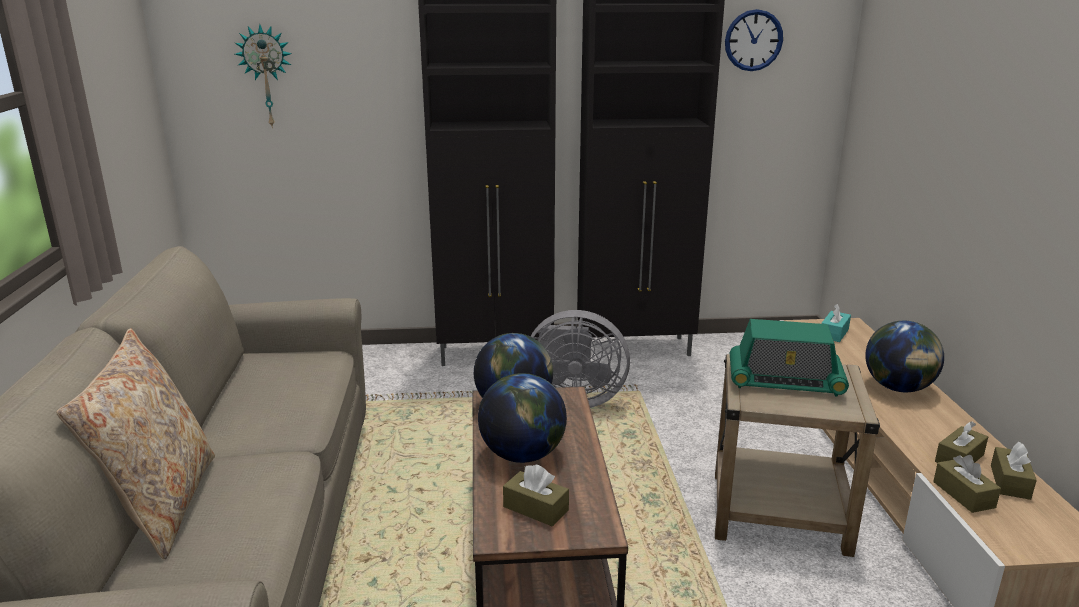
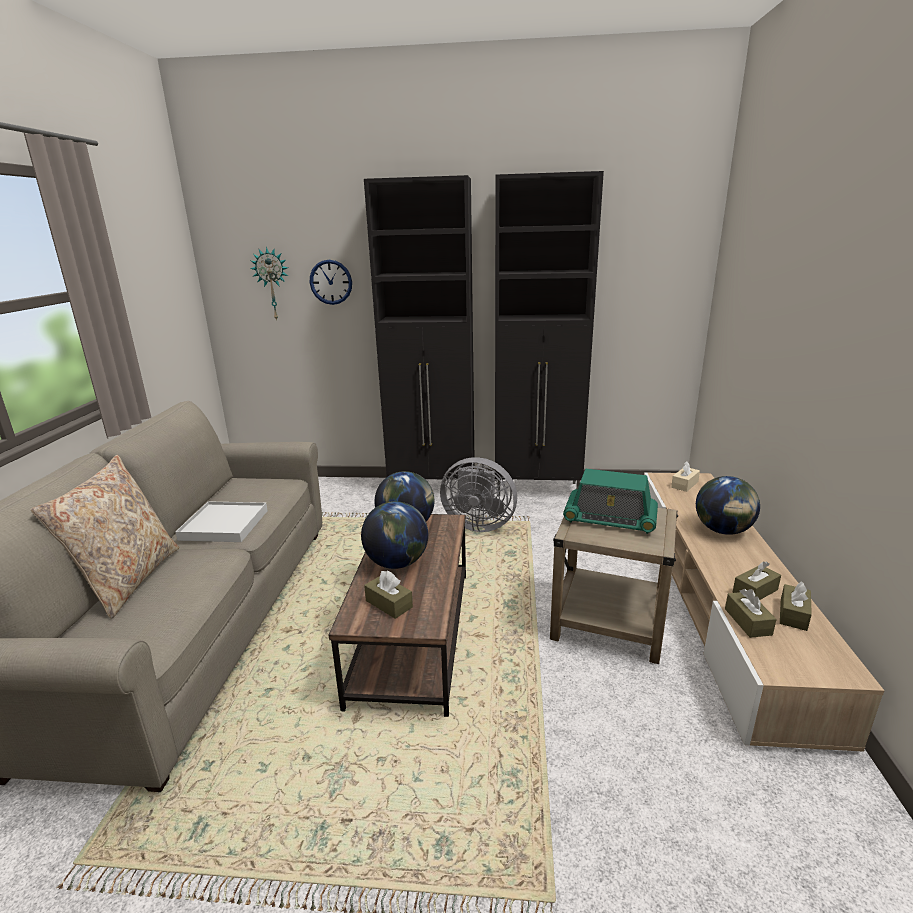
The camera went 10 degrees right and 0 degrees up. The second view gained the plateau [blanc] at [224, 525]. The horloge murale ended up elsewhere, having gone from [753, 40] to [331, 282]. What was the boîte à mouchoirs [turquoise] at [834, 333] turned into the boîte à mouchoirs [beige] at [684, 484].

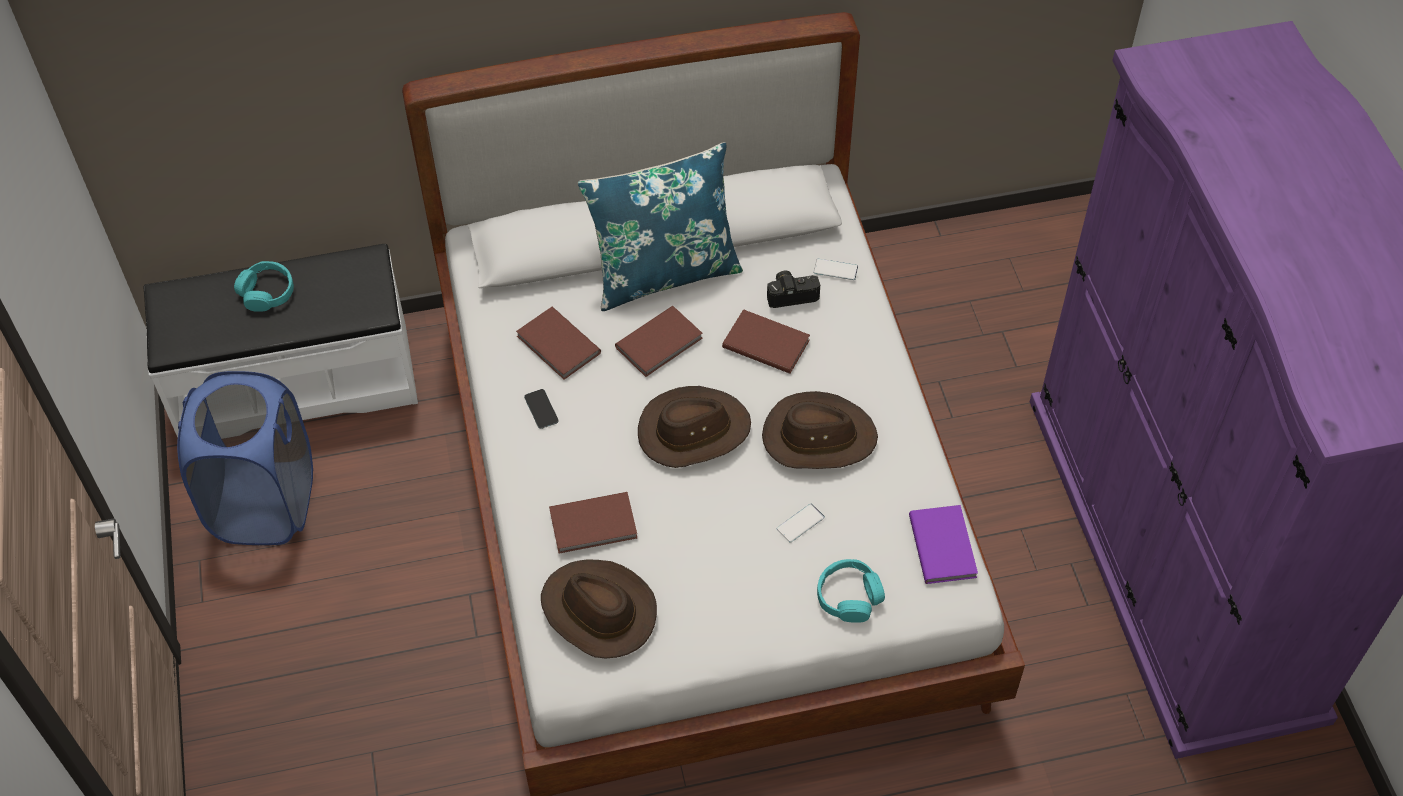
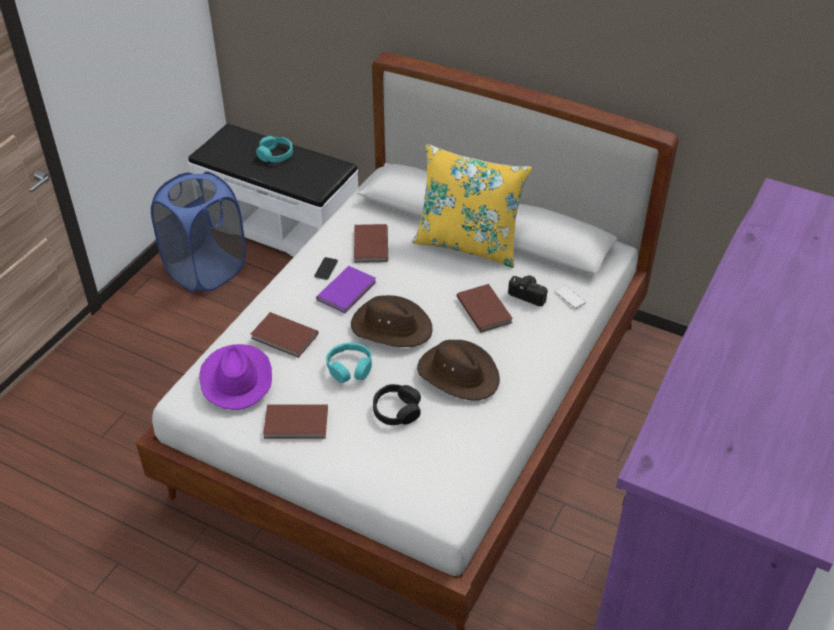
The camera went 40 degrees right and 10 degrees down. The livre [marron] ended up elsewhere, having gone from [661, 343] to [297, 424]. The casque audio [turquoise] ended up elsewhere, having gone from [849, 596] to [349, 368]. The livre [violet] ended up elsewhere, having gone from [944, 545] to [348, 291]. Where the téléphone stood at [800, 523], the casque audio [noir] came to stand at [396, 410]. What was the chapeau [marron] at [598, 611] turned into the chapeau [violet] at [236, 378]. What was the coussin [bleu] at [664, 272] turned into the coussin [jaune] at [468, 244].

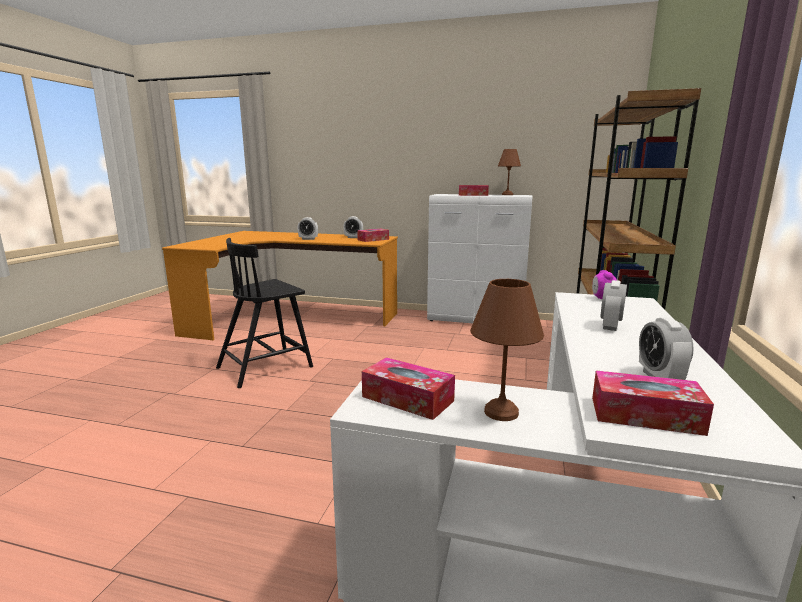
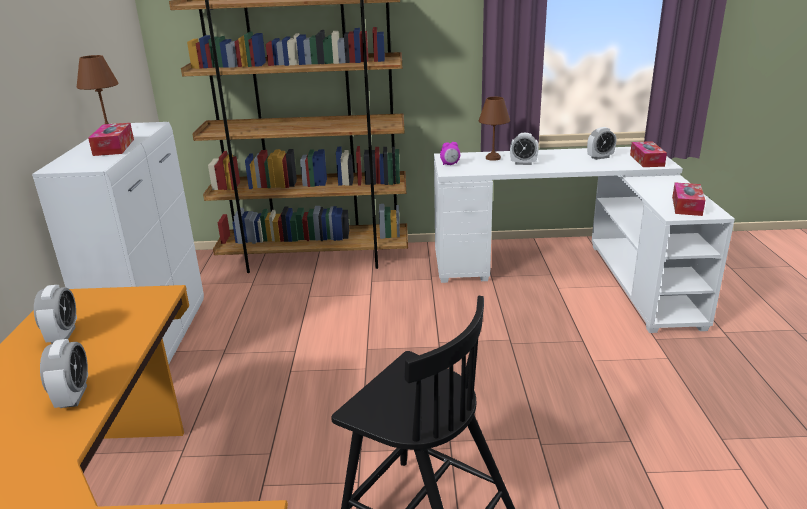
The camera went 105 degrees left and 10 degrees up. The second view lost the boîte à mouchoirs at [373, 239]. The lampe de table [marron] ended up elsewhere, having gone from [502, 411] to [492, 158].

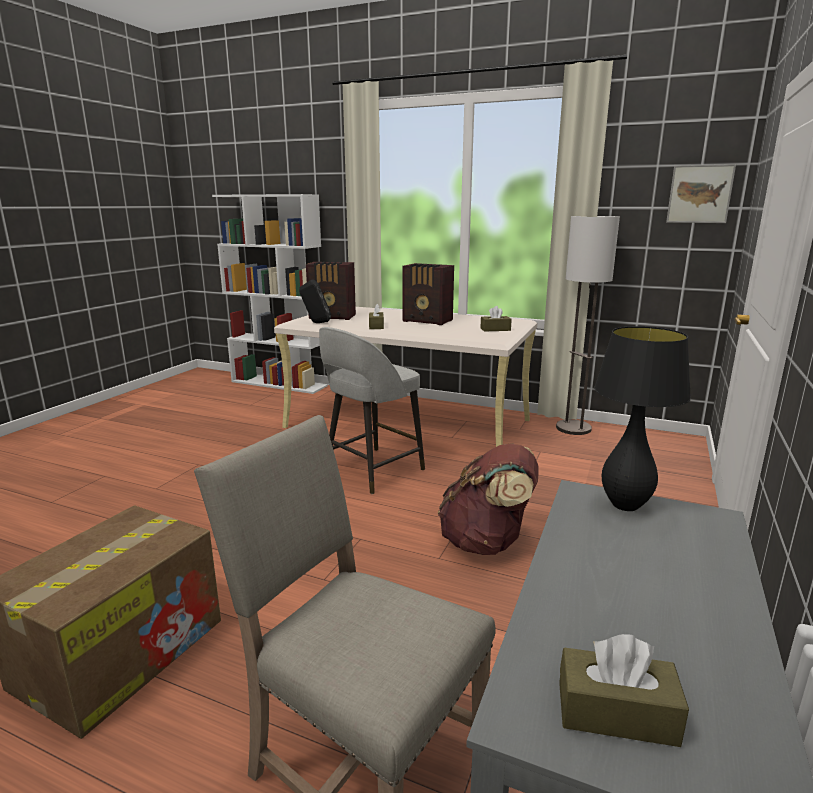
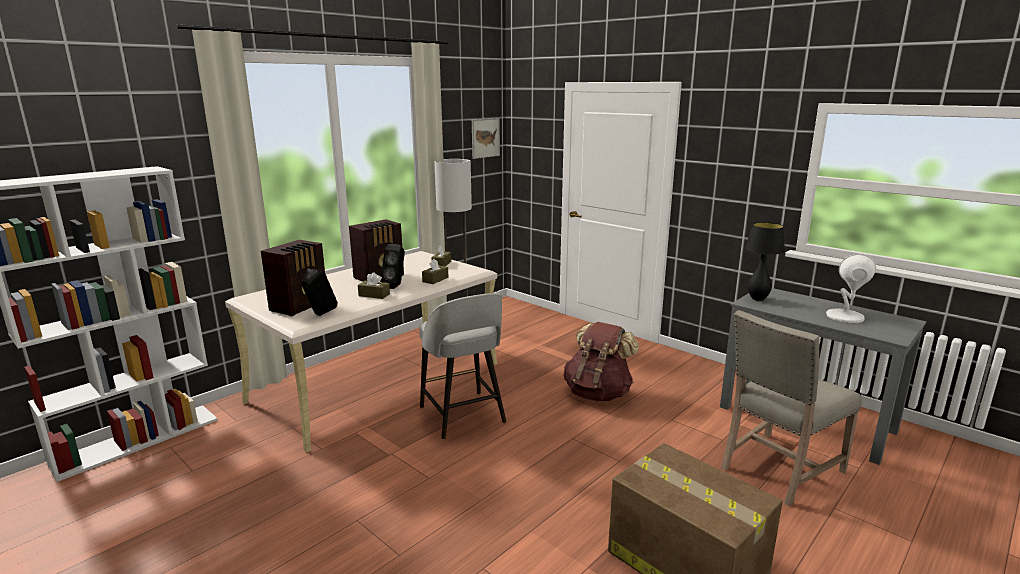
The camera went 70 degrees left and 0 degrees up. The second view gained the enceinte [noir] at [396, 286]. The second view gained the lampe de table [blanc] at [844, 316]. The boîte à mouchoirs [marron] ended up elsewhere, having gone from [616, 713] to [435, 279].

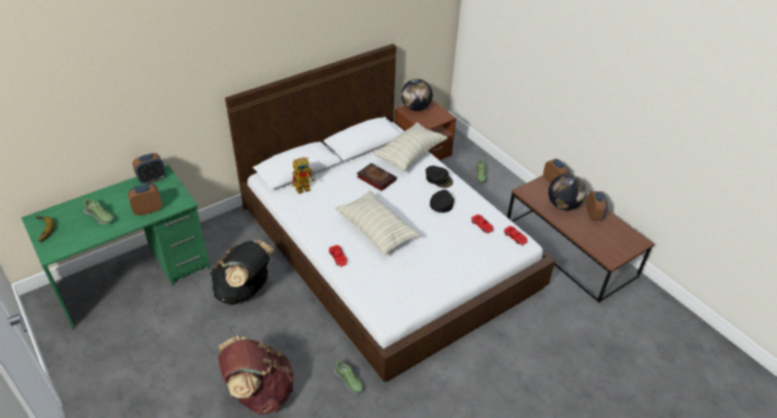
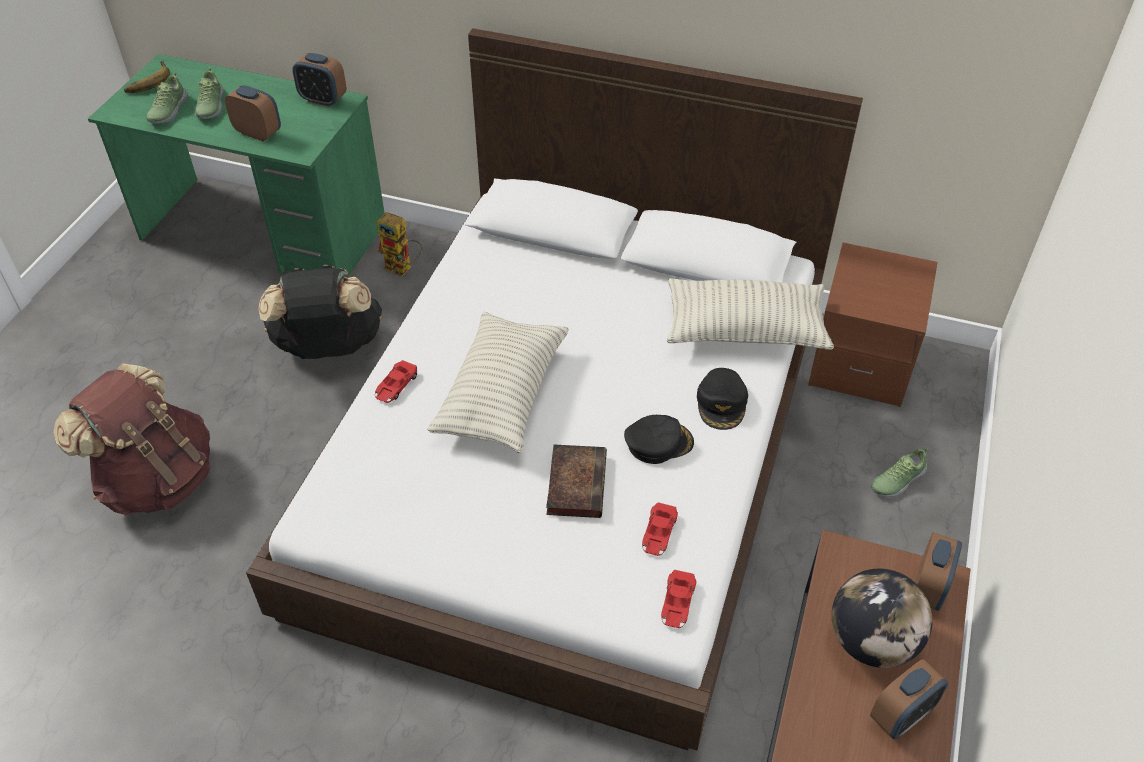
The camera went 55 degrees right and 5 degrees up. The second view lost the globe at [416, 108]. The robot jouet ended up elsewhere, having gone from [305, 187] to [403, 268]. The chaussure ended up elsewhere, having gone from [349, 381] to [167, 110]. The livre ended up elsewhere, having gone from [375, 178] to [576, 482].

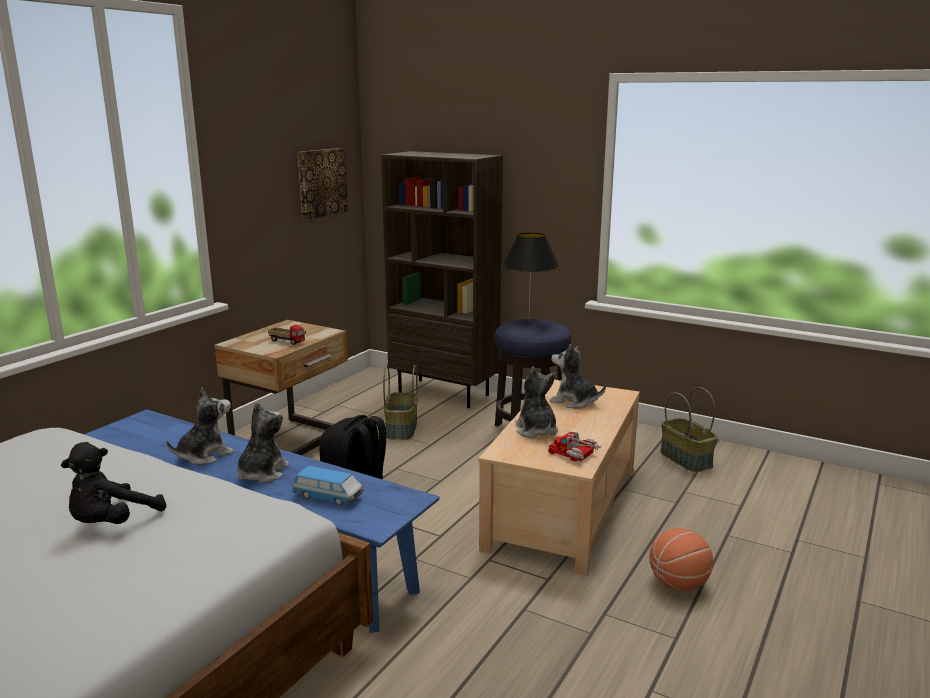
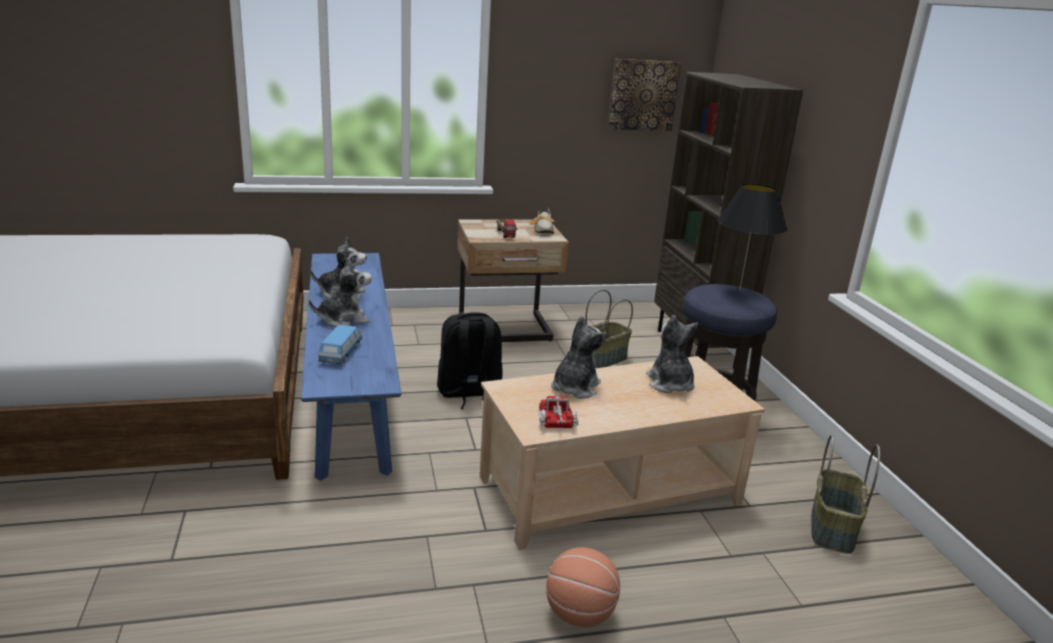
The camera went 45 degrees right and 5 degrees up. The second view lost the peluche [noir] at [112, 523]. The second view gained the chaussure at [544, 230]. The petite voiture at [328, 497] ended up facing another way, 150 degrees counterclockwise from before.

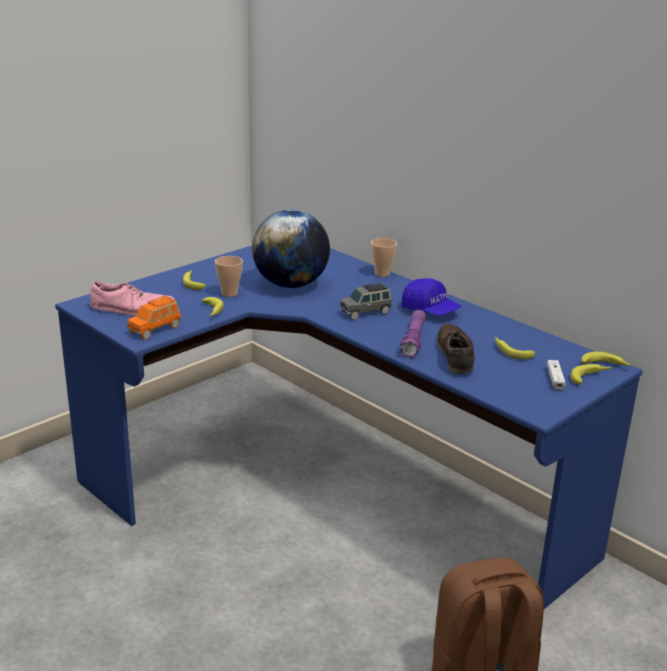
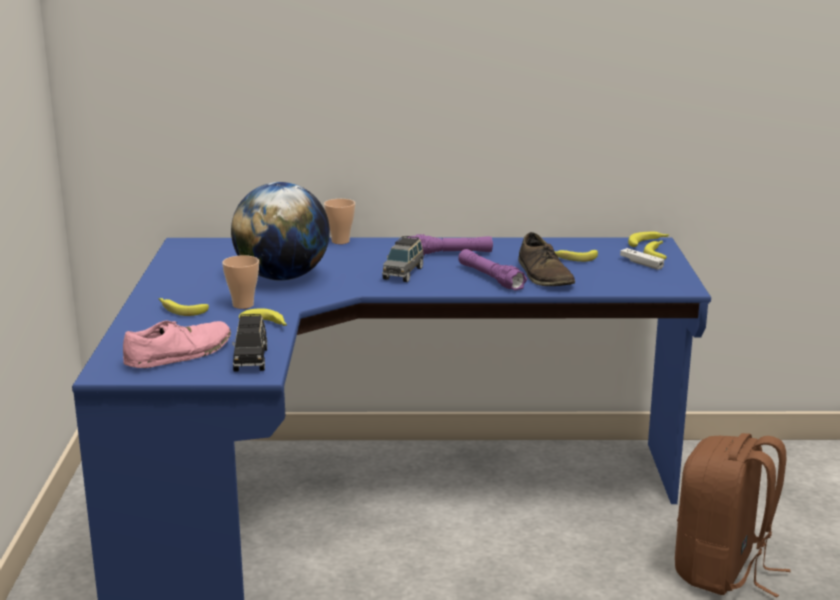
The camera went 45 degrees left and 5 degrees down. Where the casquette [bleu] stood at [430, 311], the lampe de poche [violet] came to stand at [449, 254]. What was the petite voiture [orange] at [155, 329] turned into the petite voiture [noir] at [251, 359]. The chaussure [marron] at [455, 355] ended up facing another way, 150 degrees counterclockwise from before.

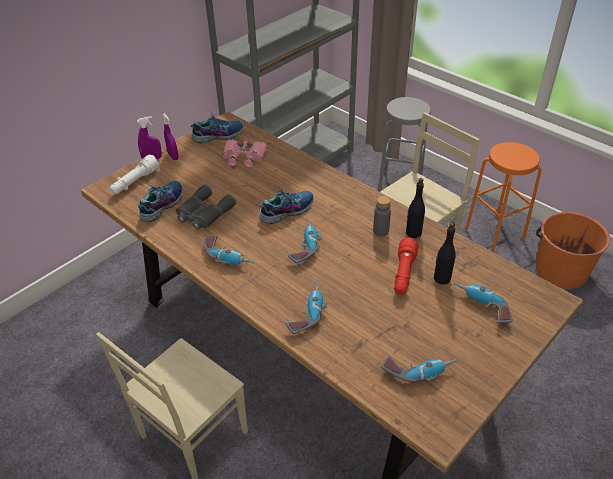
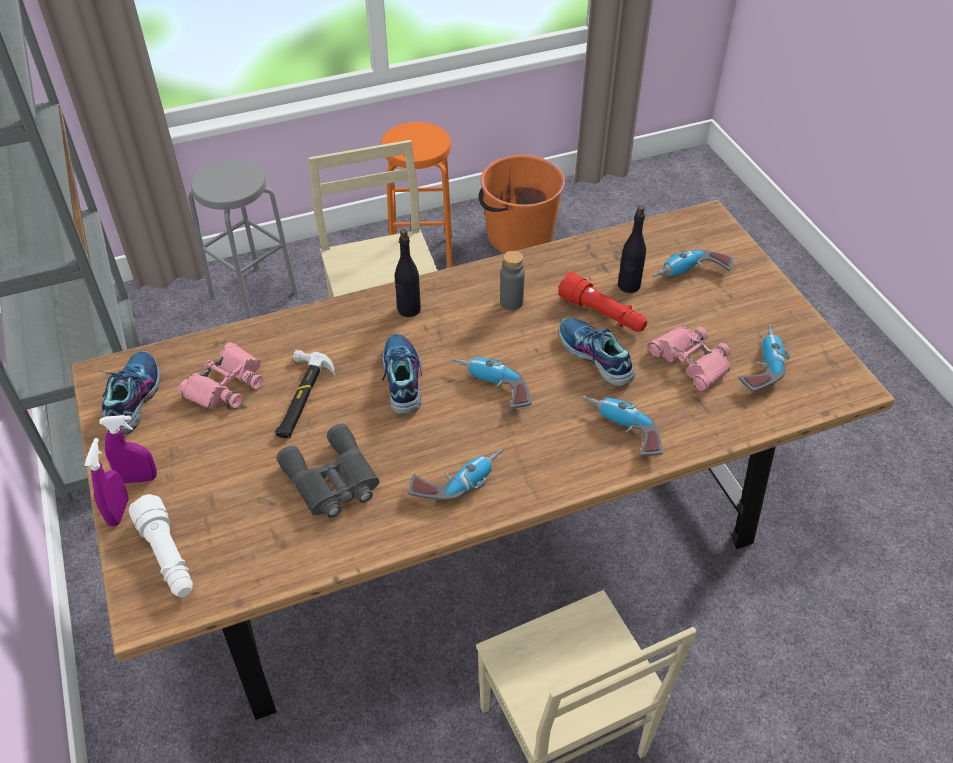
The camera went 65 degrees left and 5 degrees up. The second view gained the marteau at [300, 397]. The second view gained the jumelles [rose] at [691, 361]. The chaussure ended up elsewhere, having gone from [162, 205] to [594, 357]. The bouteille [noir] ended up elsewhere, having gone from [413, 233] to [408, 309].

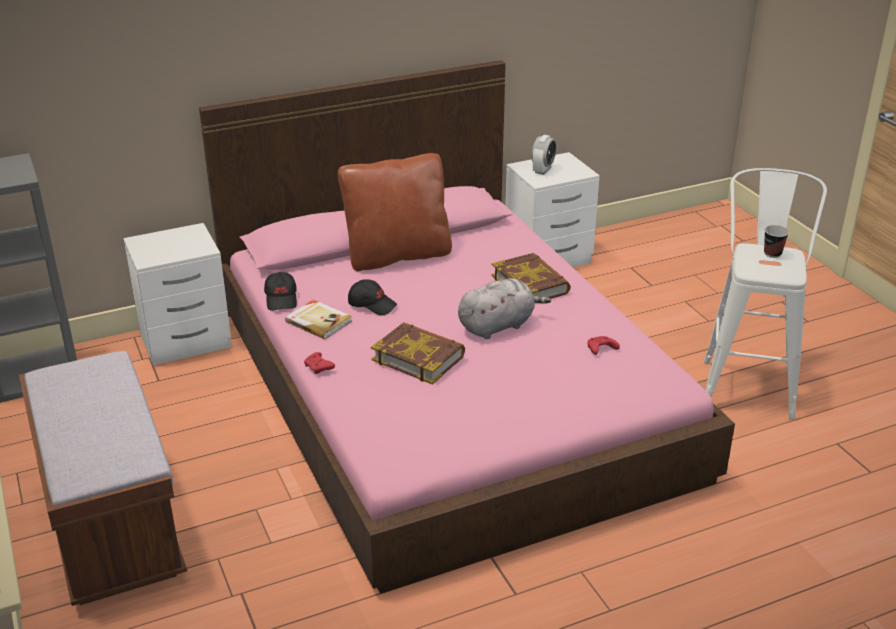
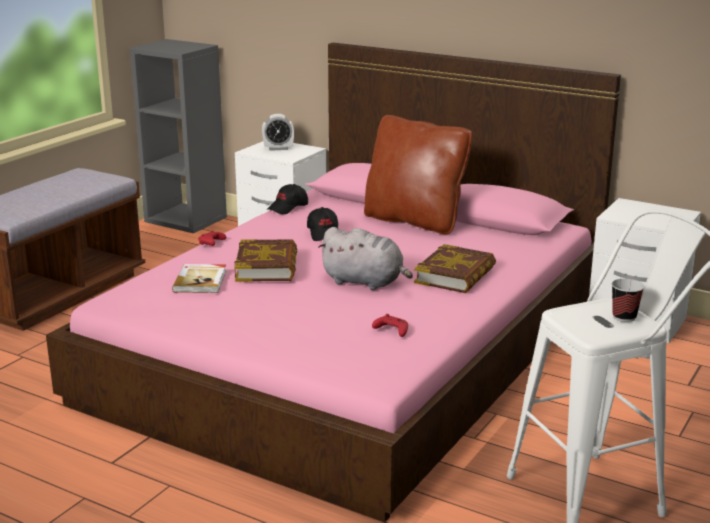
The camera went 55 degrees right and 10 degrees down. The livre ended up elsewhere, having gone from [318, 321] to [201, 281]. The réveil ended up elsewhere, having gone from [543, 170] to [278, 148].

